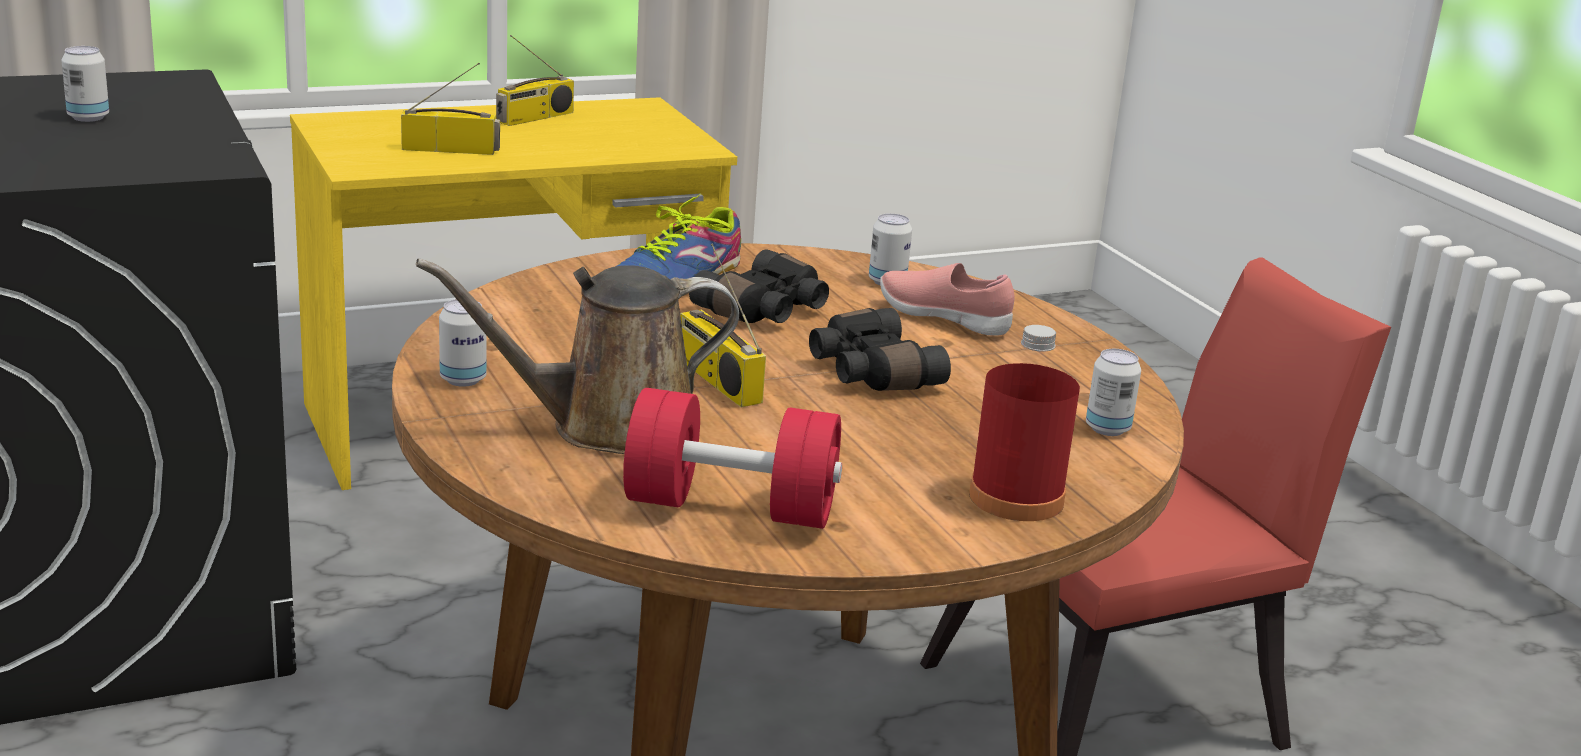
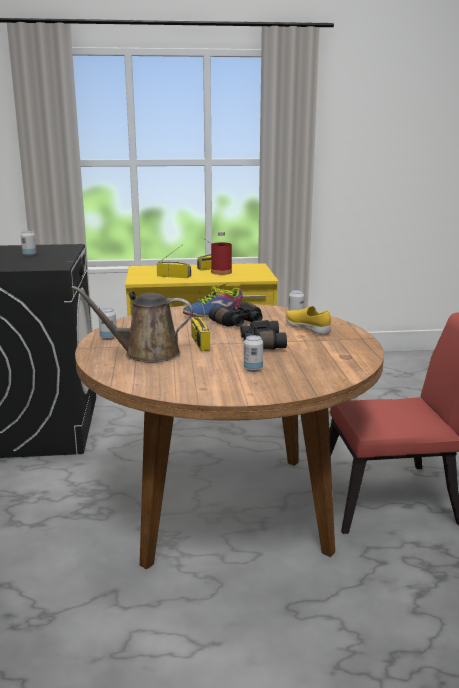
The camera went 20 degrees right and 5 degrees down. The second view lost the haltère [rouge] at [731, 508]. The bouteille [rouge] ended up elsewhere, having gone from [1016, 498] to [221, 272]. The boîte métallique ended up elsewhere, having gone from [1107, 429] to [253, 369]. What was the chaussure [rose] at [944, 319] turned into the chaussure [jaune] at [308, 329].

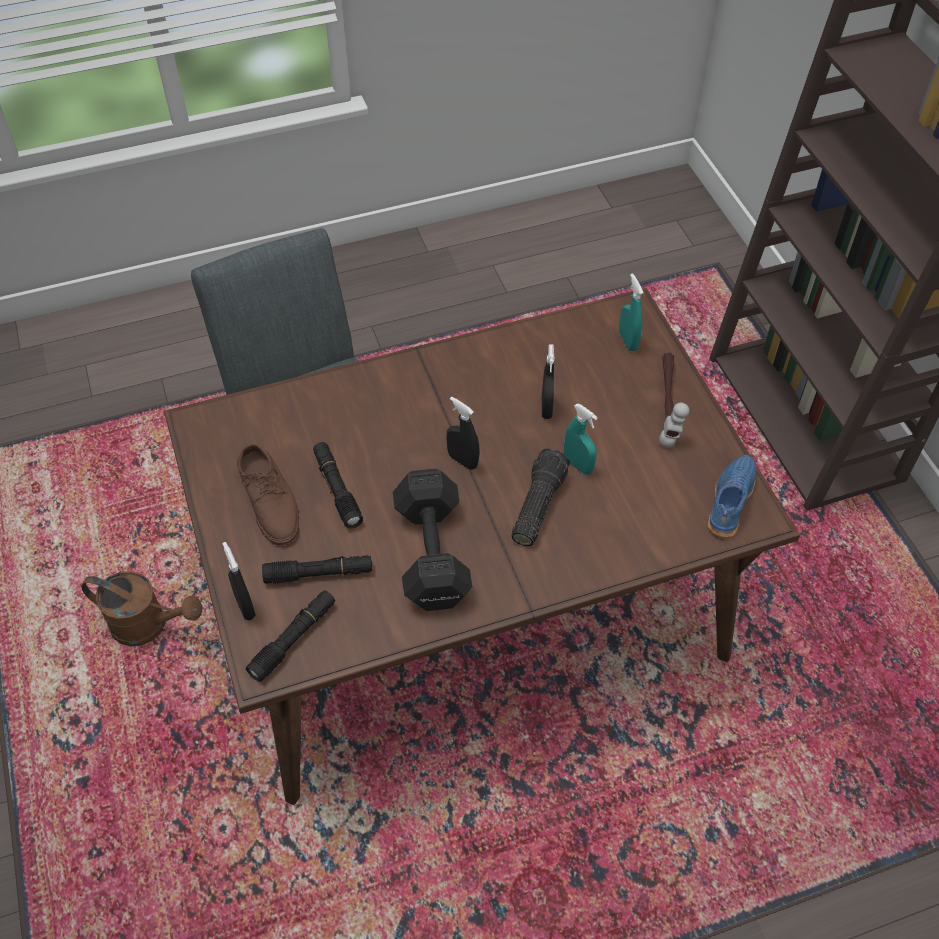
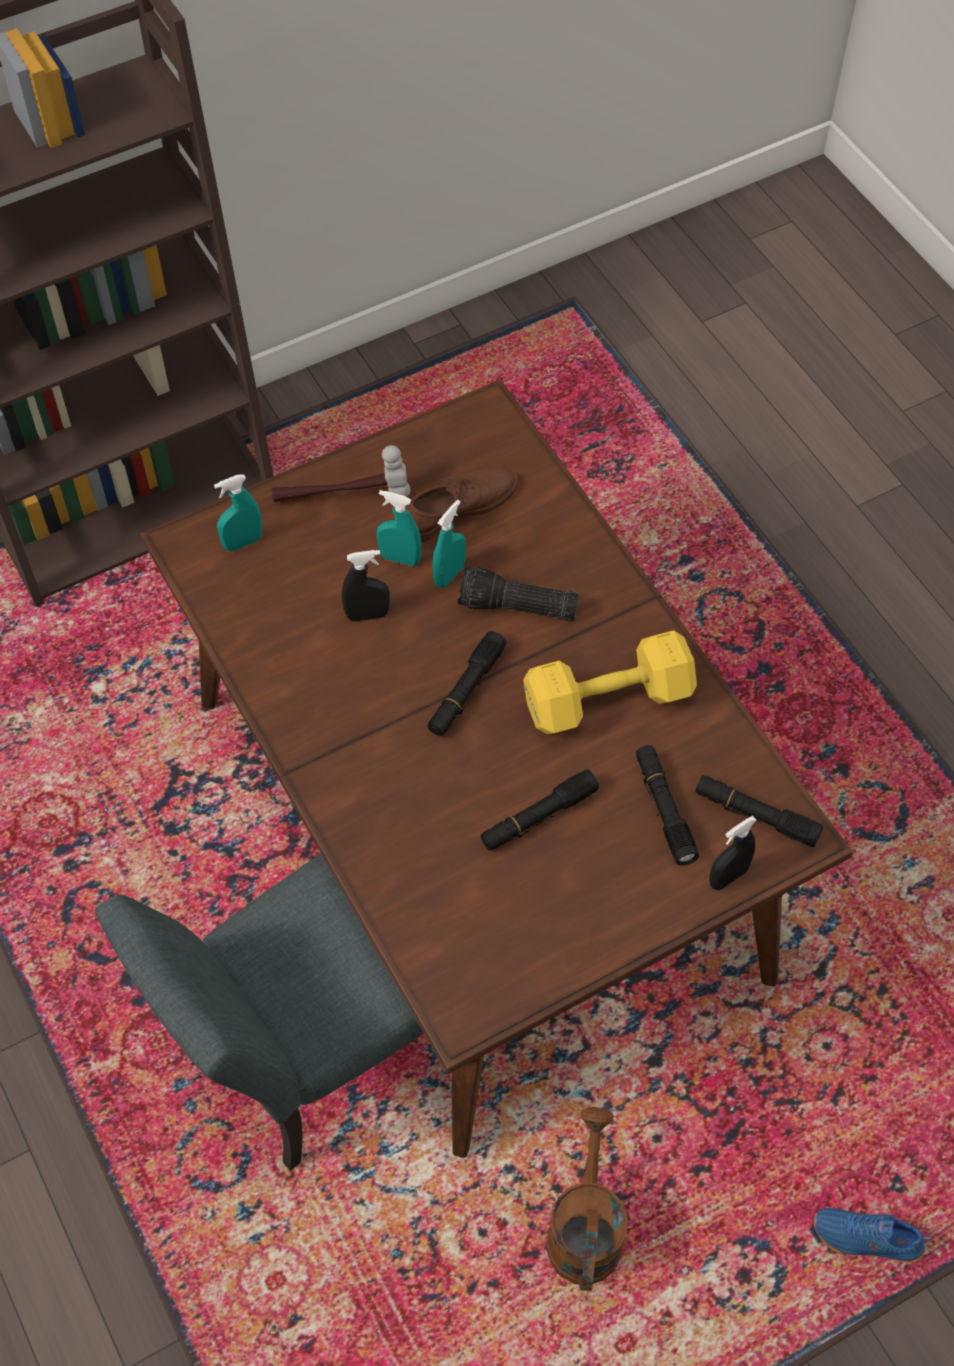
The camera went 100 degrees left and 5 degrees up. The second view gained the vaporisateur [turquoise] at [400, 558]. The chaussure [marron] ended up elsewhere, having gone from [270, 500] to [458, 506]. The chaussure [bleu] ended up elsewhere, having gone from [729, 501] to [866, 1240]. Where the vaporisateur [noir] stood at [462, 460], the lampe de poche [noir] came to stand at [466, 690]. What was the haltère [noir] at [431, 556] turned into the haltère [jaune] at [611, 700].

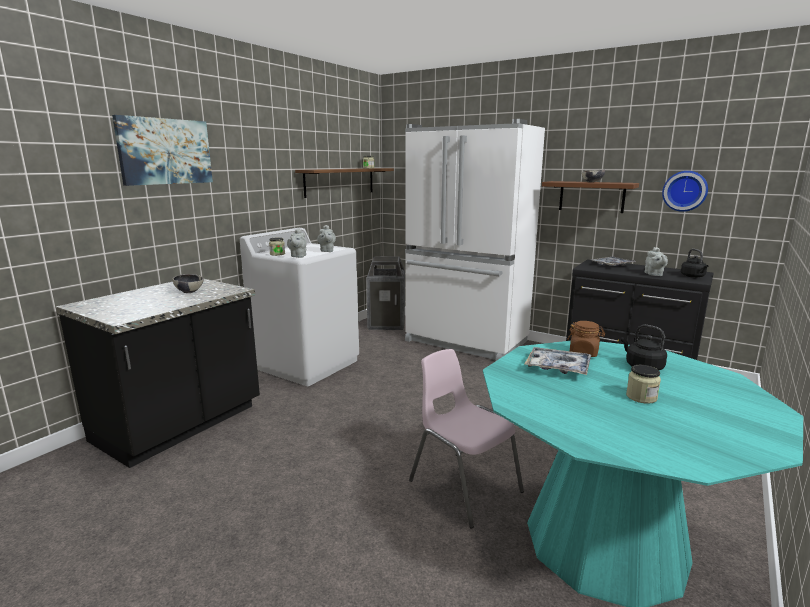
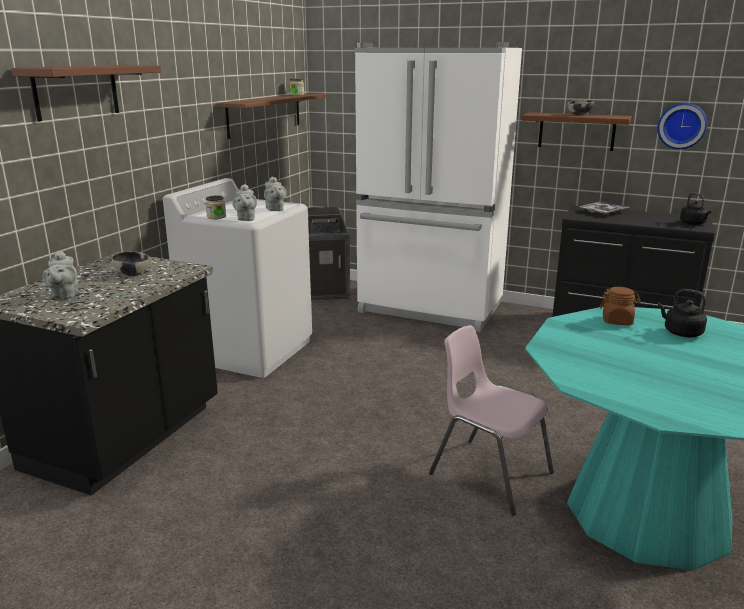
The camera went 10 degrees left and 5 degrees up. The second view lost the plateau at [558, 367]. The second view lost the bocal at [641, 397]. The théière [gris] ended up elsewhere, having gone from [654, 274] to [64, 295]. Where the tableau hung at [165, 151], the étagère [marron] came to hang at [76, 91].

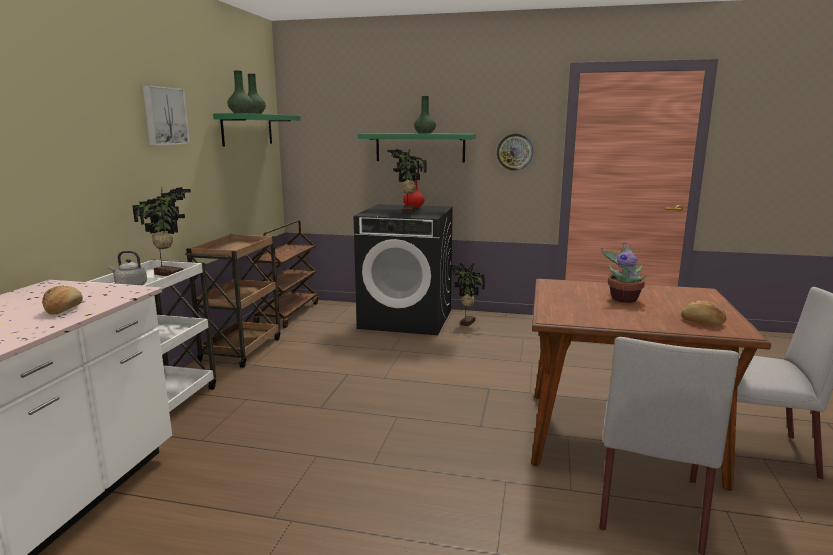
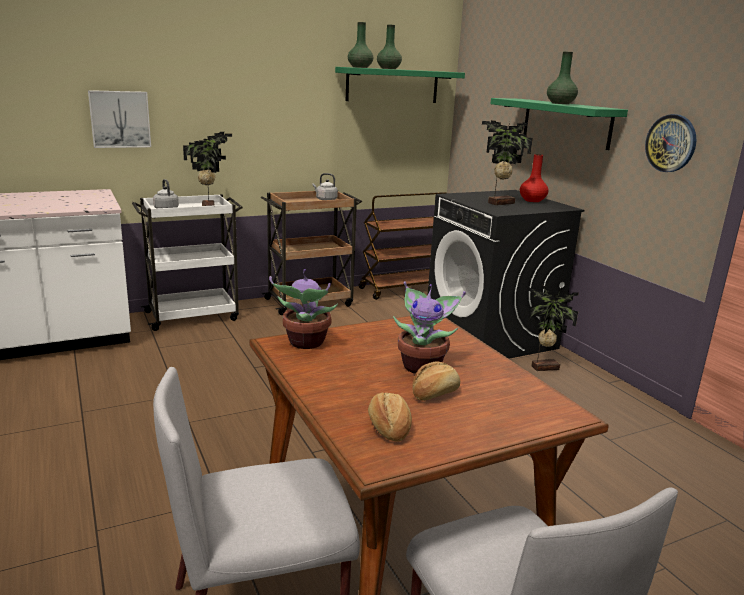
The camera went 50 degrees right and 5 degrees up. The second view gained the plante en pot at [305, 343]. The second view gained the bouilloire [gris] at [325, 199]. The pain ended up elsewhere, having gone from [63, 310] to [434, 393]. The tableau ended up elsewhere, having gone from [164, 116] to [120, 119].

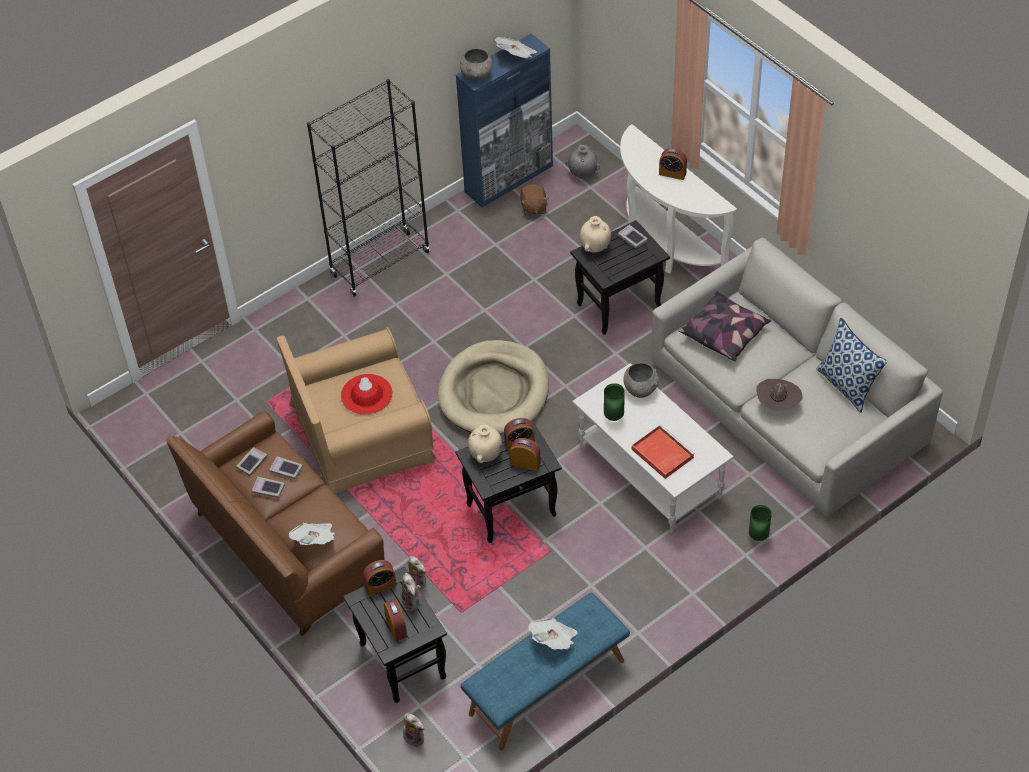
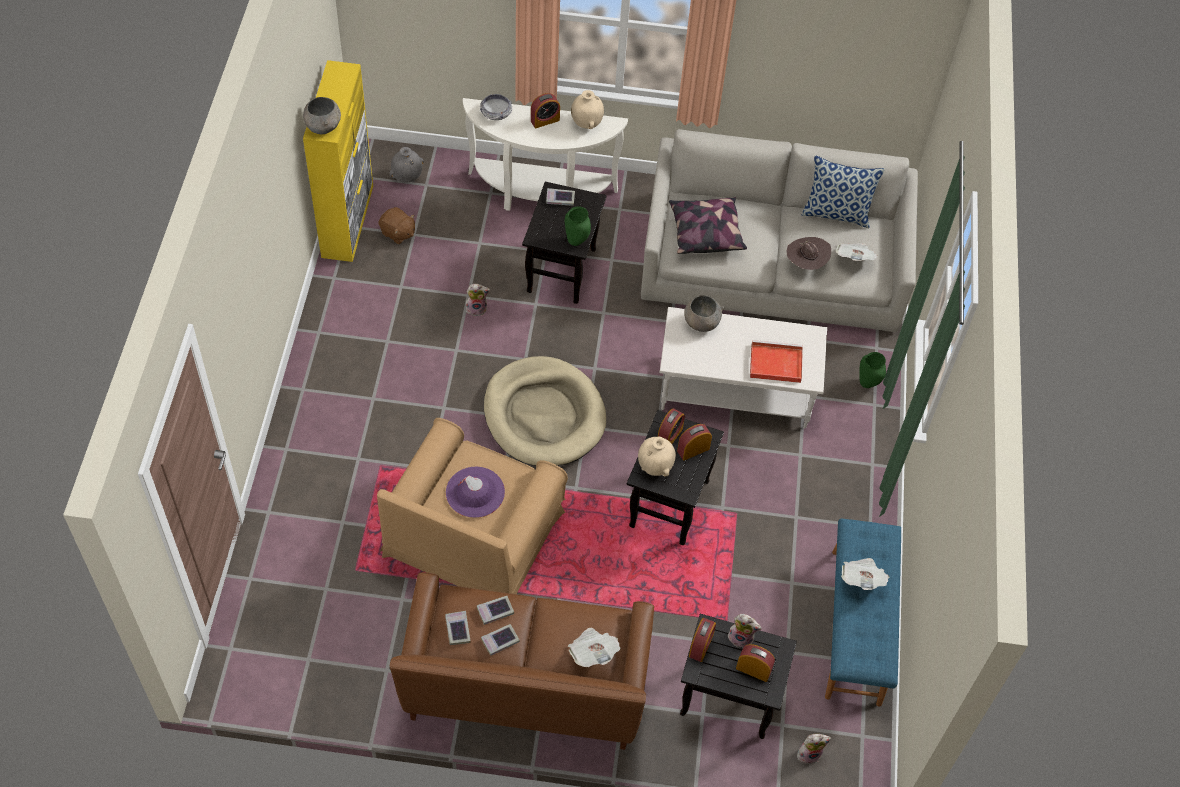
The camera went 50 degrees left and 5 degrees up. The second view lost the bibliothèque [noir] at [380, 264]. The second view gained the bol at [496, 113]. The peluche ended up elsewhere, having gone from [418, 582] to [477, 309]. The journal ended up elsewhere, having gone from [516, 56] to [854, 258]. The vase [beige] ended up elsewhere, having gone from [595, 247] to [586, 123]. The vase [vert] ended up elsewhere, having gone from [614, 417] to [577, 241]. What was the chapeau [rouge] at [366, 394] turned into the chapeau [violet] at [475, 492]. What was the meuble de rangement [bleu] at [509, 178] turned into the meuble de rangement [jaune] at [348, 220].

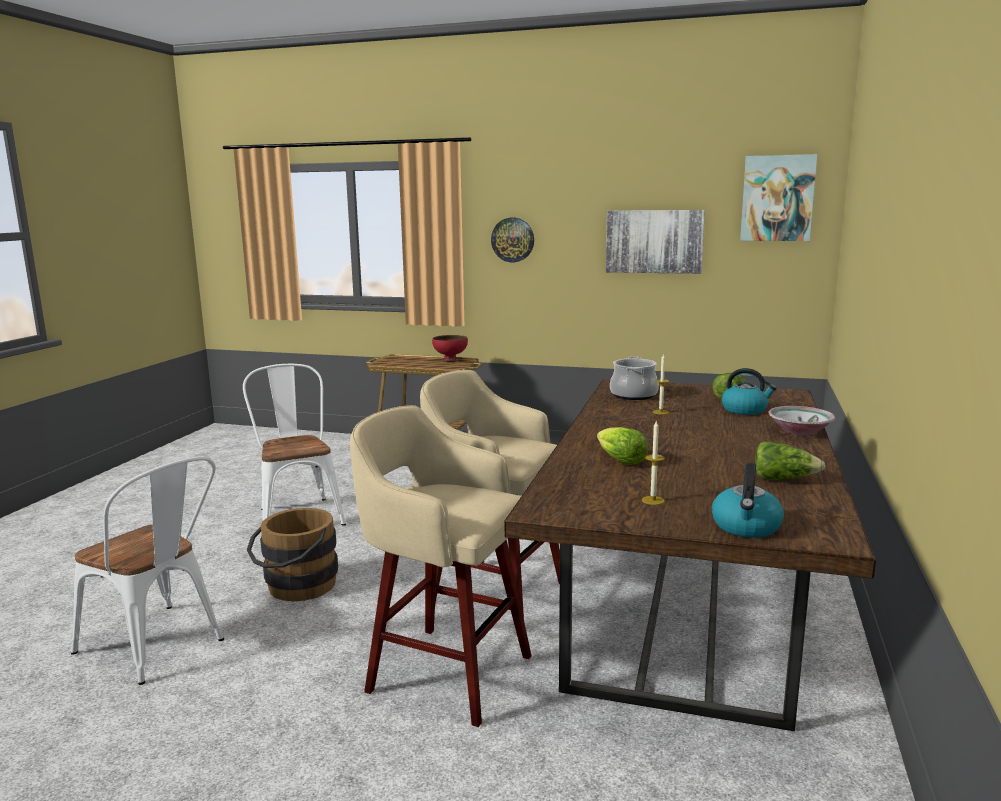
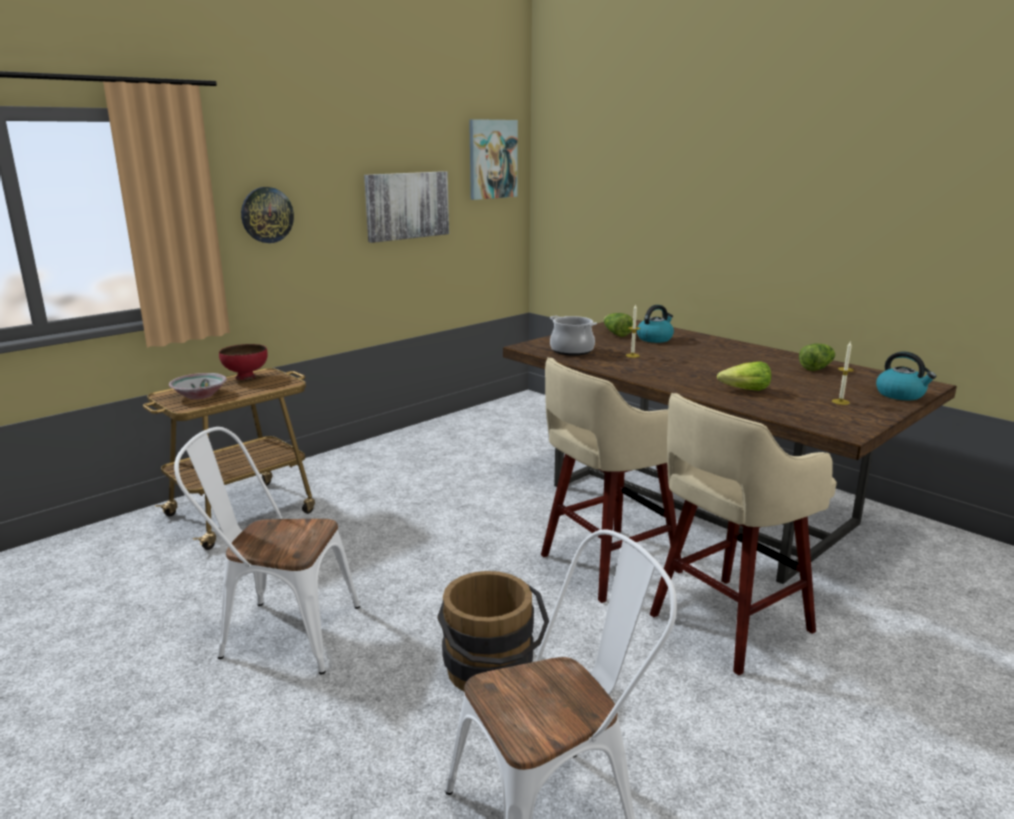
The camera went 60 degrees left and 5 degrees up. The bol ended up elsewhere, having gone from [799, 431] to [199, 396].

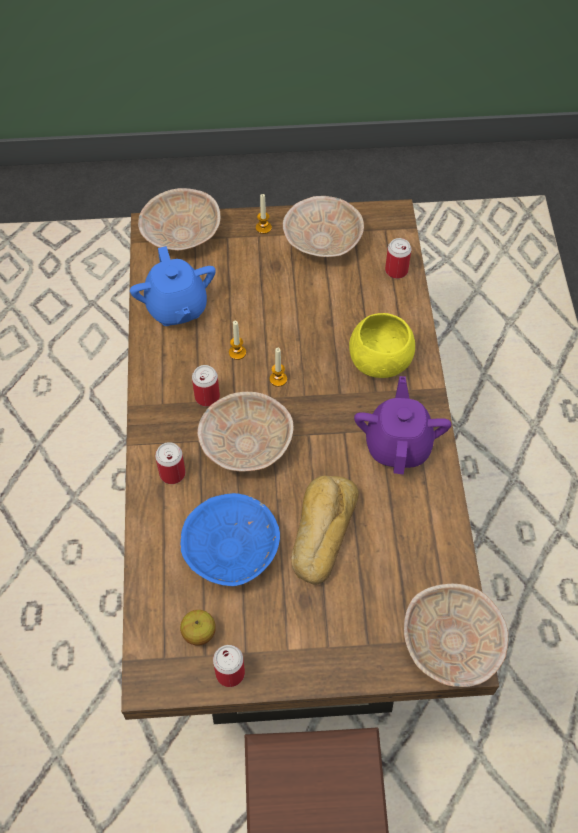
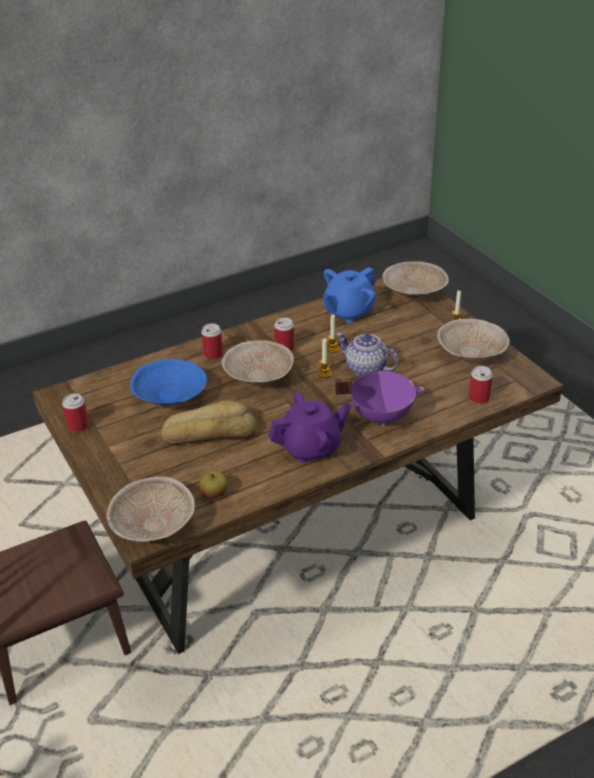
The camera went 65 degrees right and 20 degrees down. The second view gained the théière at [365, 369]. The pomme ended up elsewhere, having gone from [199, 633] to [214, 493]. Where the bol [jaune] stood at [379, 362], the marmite [violet] came to stand at [380, 416].

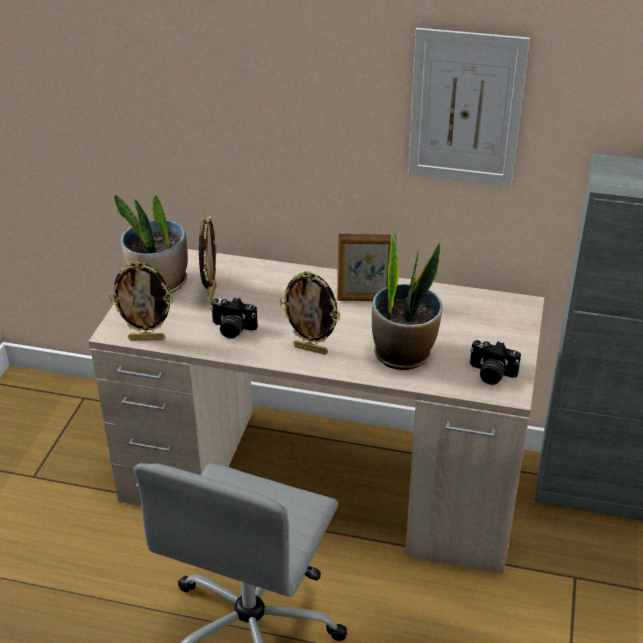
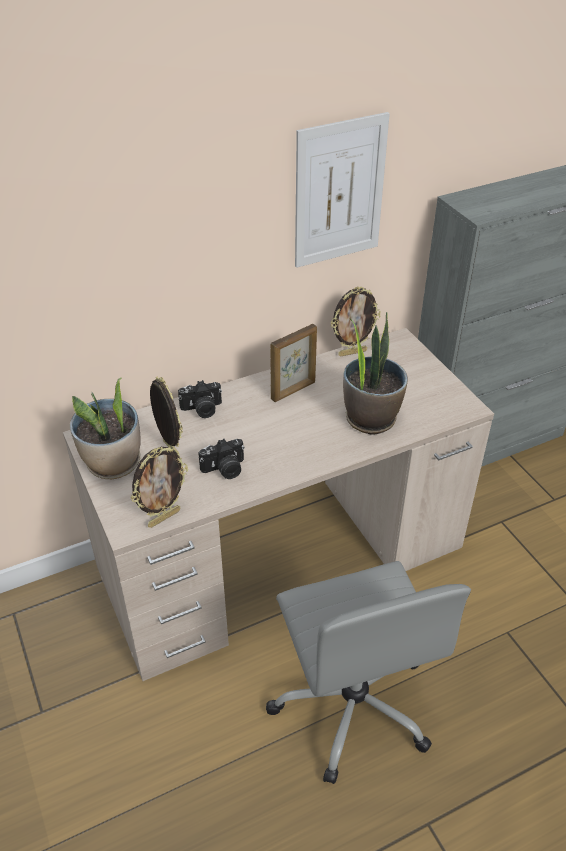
The camera went 40 degrees left and 5 degrees up. The cadre photo ended up elsewhere, having gone from [311, 349] to [352, 352]. The appareil photo ended up elsewhere, having gone from [491, 374] to [202, 409].

